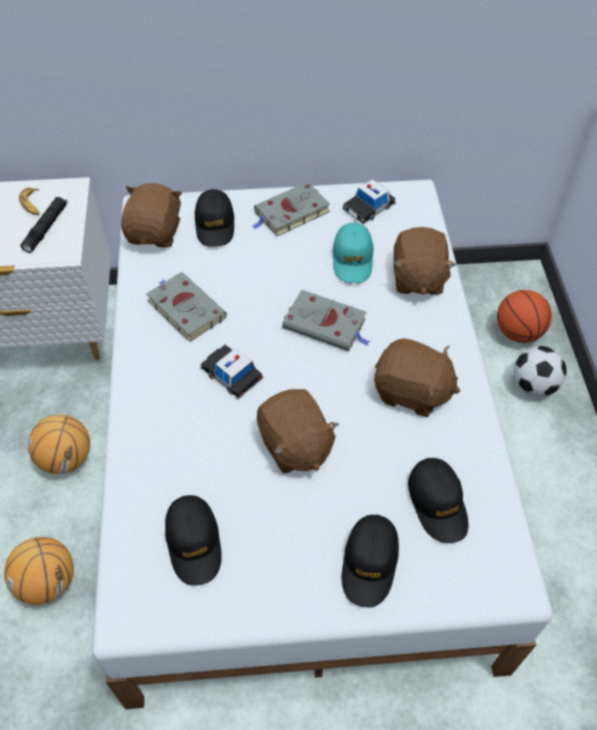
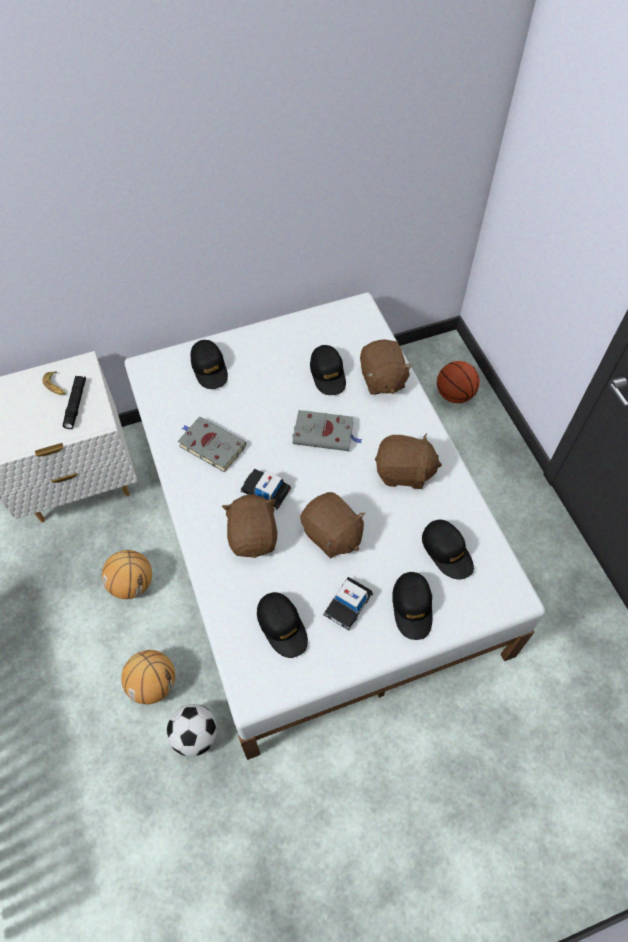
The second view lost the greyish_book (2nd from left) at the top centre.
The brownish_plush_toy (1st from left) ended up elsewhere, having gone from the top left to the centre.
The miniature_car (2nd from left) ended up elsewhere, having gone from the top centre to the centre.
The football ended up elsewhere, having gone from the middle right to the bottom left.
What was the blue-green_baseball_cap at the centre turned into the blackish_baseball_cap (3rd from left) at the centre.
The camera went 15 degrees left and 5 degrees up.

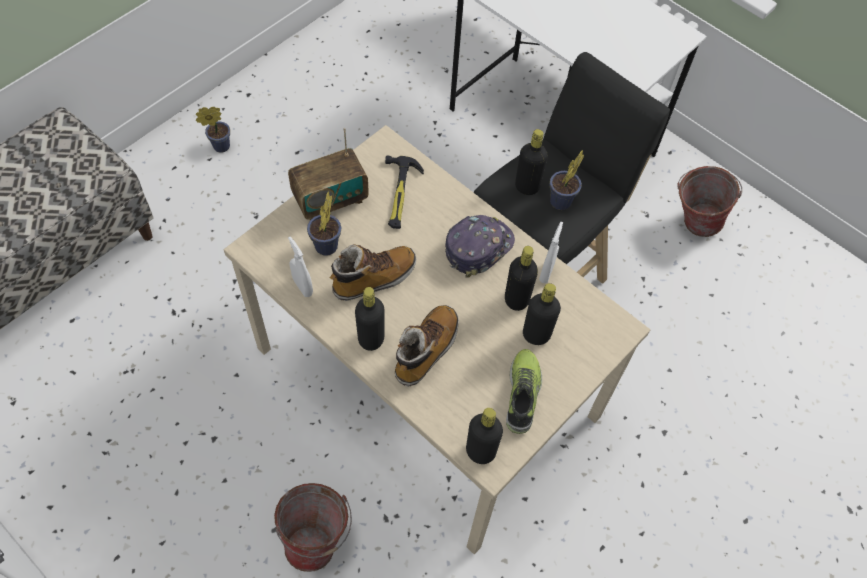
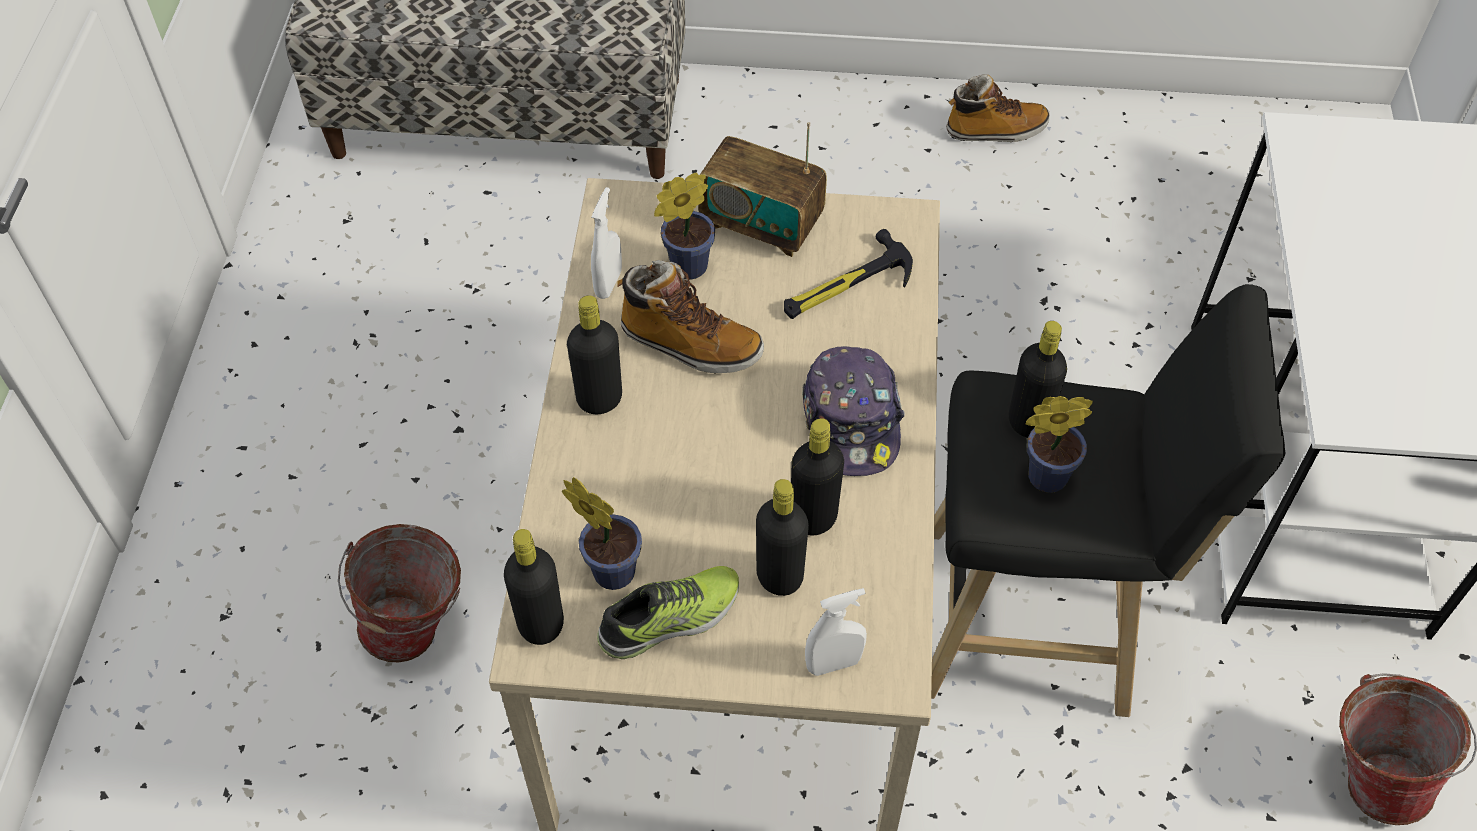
The plant_in_a_pot (1st from left) ended up elsewhere, having gone from the top left to the centre.
The tall_boot (2nd from left) ended up elsewhere, having gone from the centre to the top right.
The whitish_sprayer (2nd from left) ended up elsewhere, having gone from the centre to the bottom centre.
The baseball_cap at the centre ended up facing another way, 75 degrees clockwise from before.
The camera went 55 degrees right and 5 degrees down.

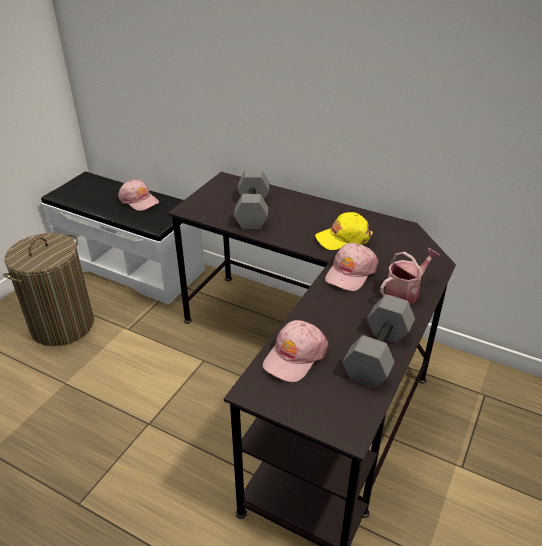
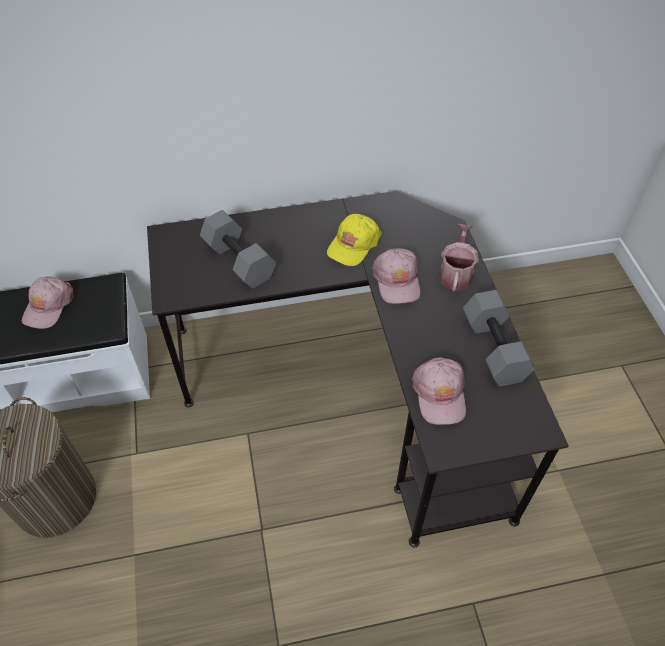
The pinkish_baseball_cap (1st from left) at the middle left ended up facing another way, 105 degrees clockwise from before.
The camera went 40 degrees left and 15 degrees up.

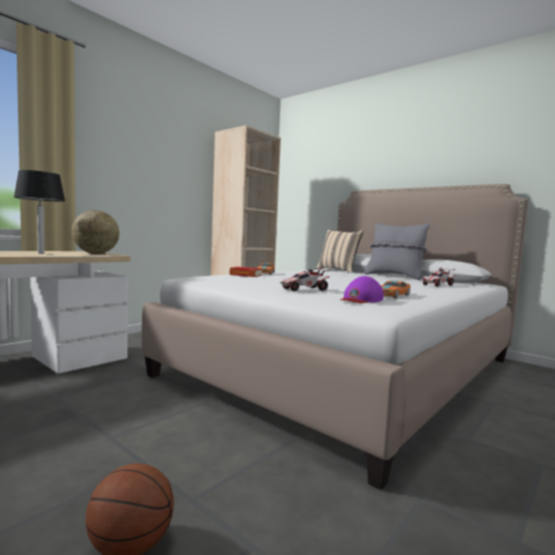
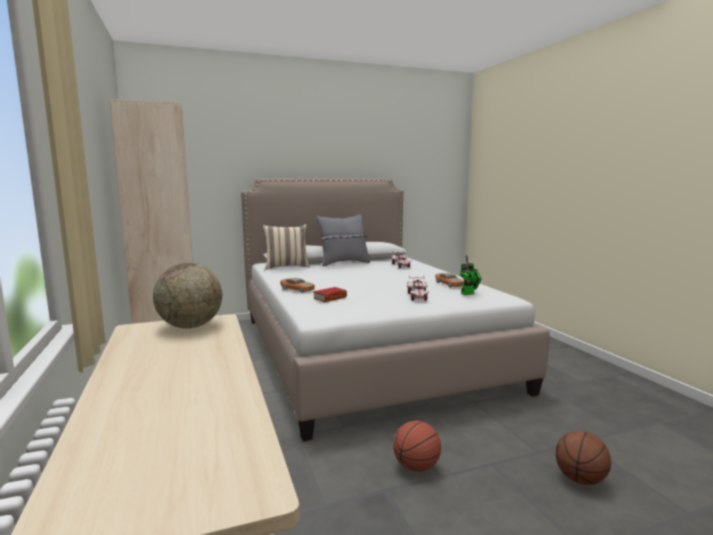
The second view lost the blackish_table_lamp at the middle left.
The second view gained the basketball (1st from left) at the bottom centre.
Where the purple-coloured_baseball_cap stood at the centre, the robot_figure came to stand at the centre.
The camera went 60 degrees left and 5 degrees up.

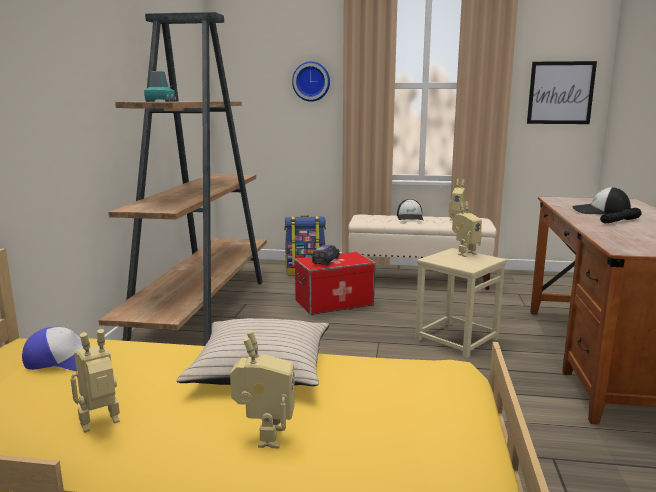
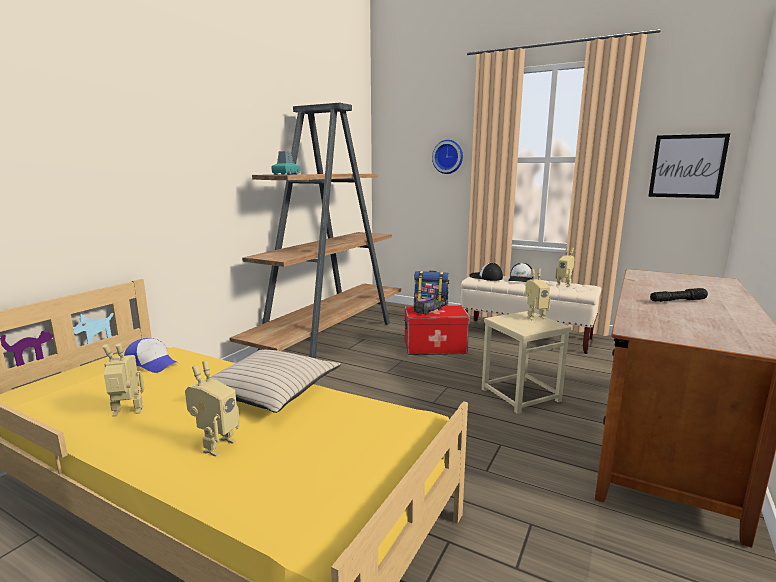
The baseball_cap (3rd from left in the first image) ended up elsewhere, having gone from the middle right to the centre.
The camera went 20 degrees right and 0 degrees up.

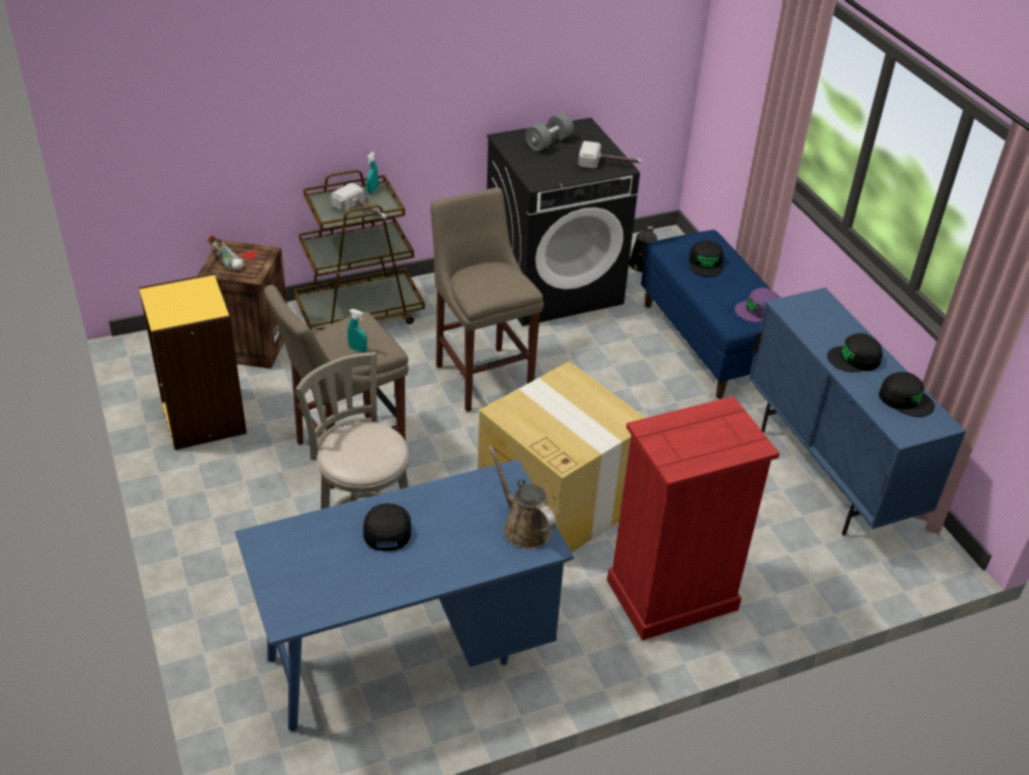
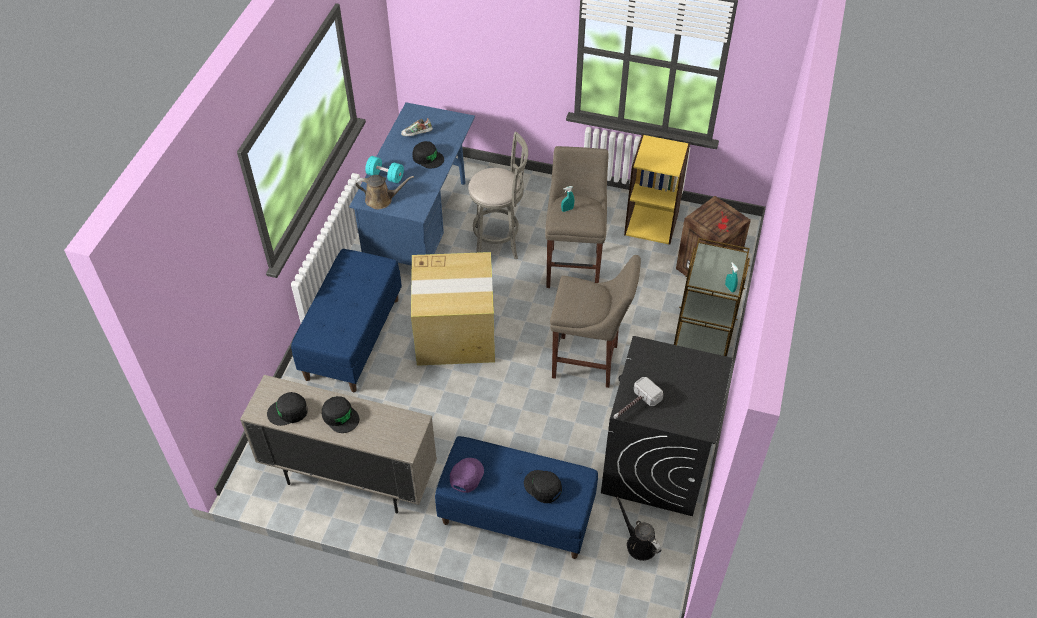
The second view lost the hammer (1st from left) at the top centre.
The second view lost the greyish_free_weight at the top centre.
The second view gained the blue-green_free_weight at the top centre.
The item_of_footwear ended up elsewhere, having gone from the top left to the top centre.
Where the red-coloured_dresser stood at the bottom right, the bluish_indoor_bench (1st from left) came to stand at the centre.
What was the bluish_cupboard at the middle right turned into the beige_cupboard at the bottom left.
The blackish_baseball_cap (3rd from left in the first image) at the middle right ended up facing another way, 105 degrees clockwise from before.
The camera went 130 degrees right and 10 degrees up.

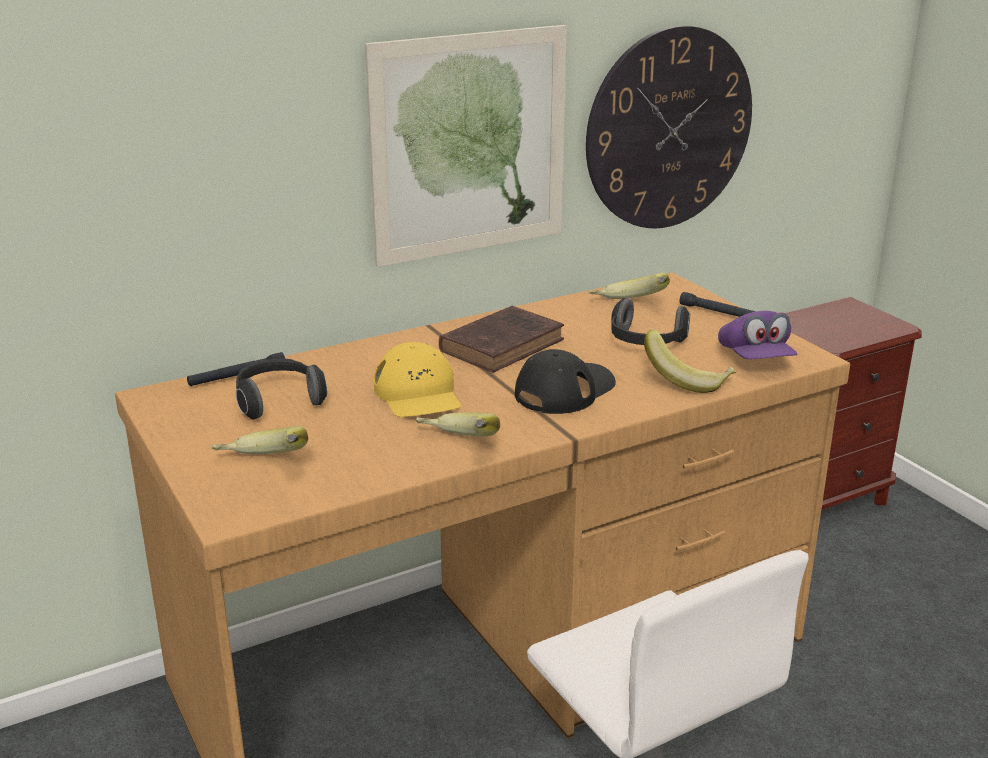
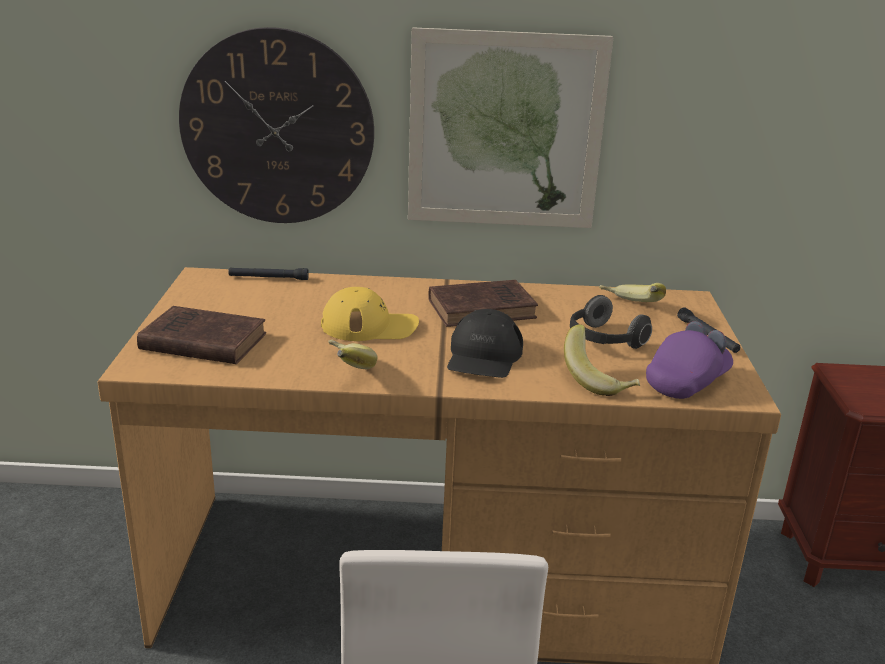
The second view lost the pair_of_headphones (1st from left) at the middle left.
The hanging_clock ended up elsewhere, having gone from the top right to the top left.
Where the banana_fruit (1st from left) stood at the middle left, the brownish_book (1st from left) came to stand at the middle left.
The yellow-coloured_baseball_cap at the centre ended up facing another way, 105 degrees counterclockwise from before.
The blackish_baseball_cap at the centre ended up facing another way, 120 degrees clockwise from before.
The purple-coloured_baseball_cap at the middle right ended up facing another way, 150 degrees counterclockwise from before.
The camera went 30 degrees right and 0 degrees up.

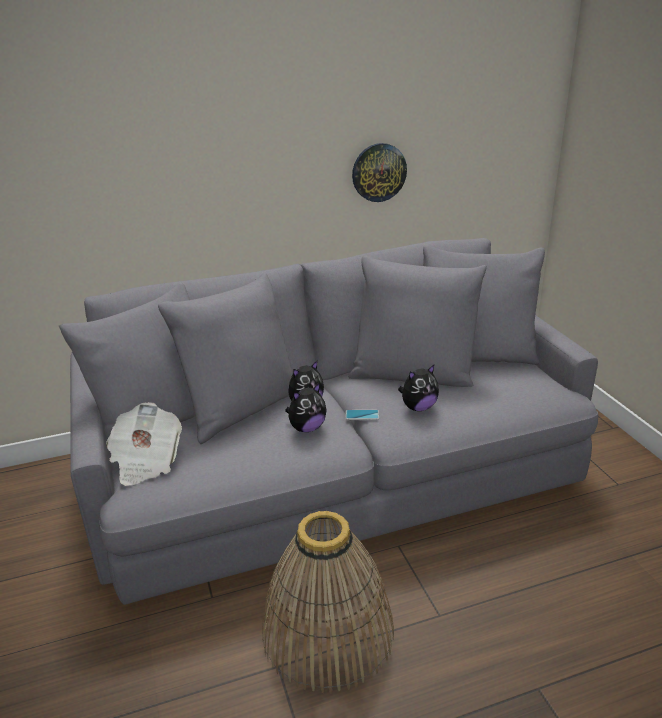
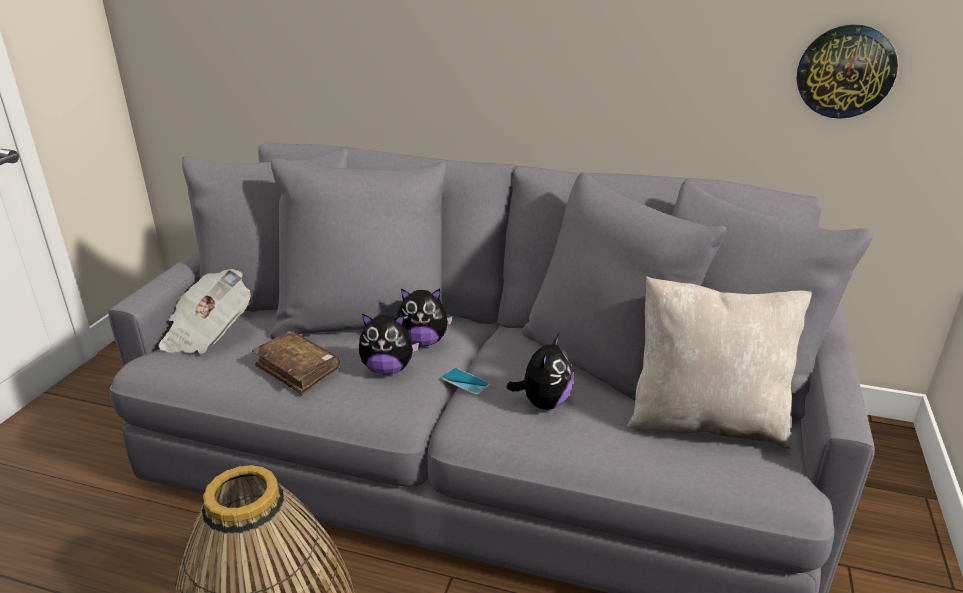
The second view gained the brownish_book at the middle left.
The second view gained the beige_pillow at the middle right.
The hanging_clock ended up elsewhere, having gone from the top centre to the top right.
The plush_toy (3rd from left) at the centre ended up facing another way, 75 degrees counterclockwise from before.
The camera went 35 degrees right and 0 degrees up.

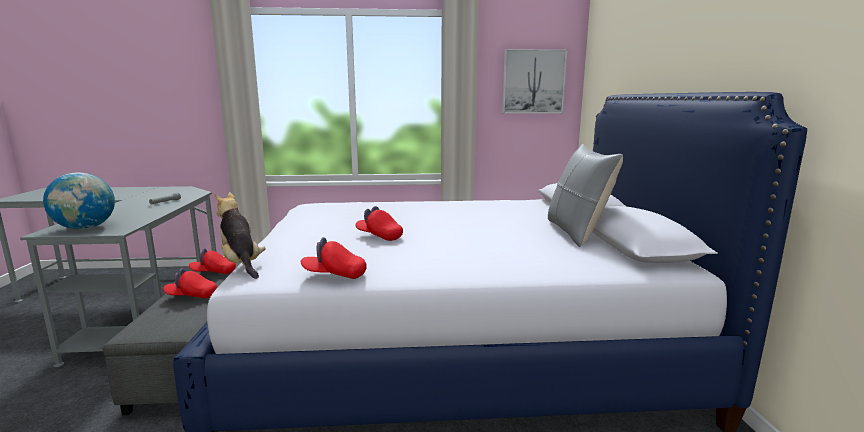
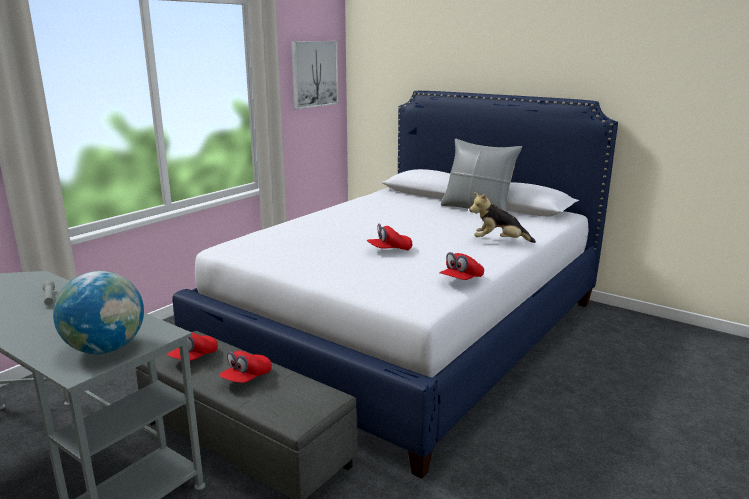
The plush_toy ended up elsewhere, having gone from the middle left to the middle right.
The camera went 50 degrees left and 5 degrees up.

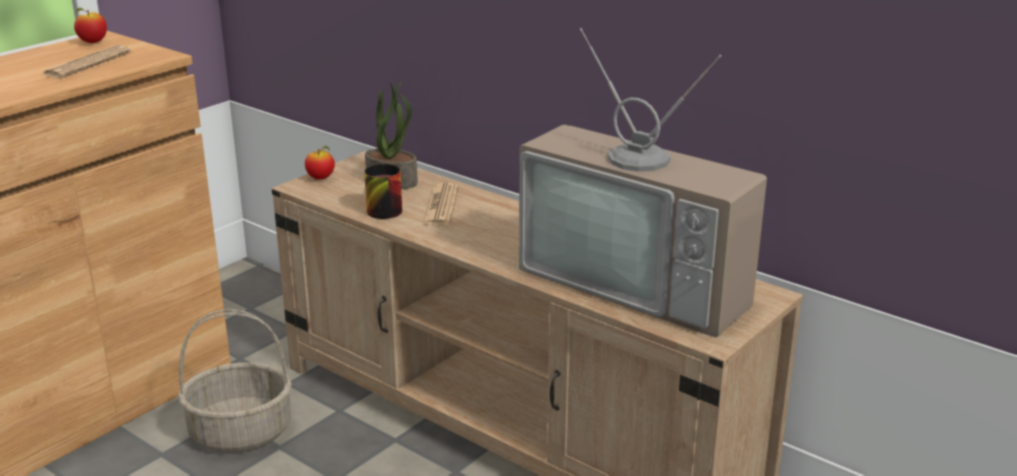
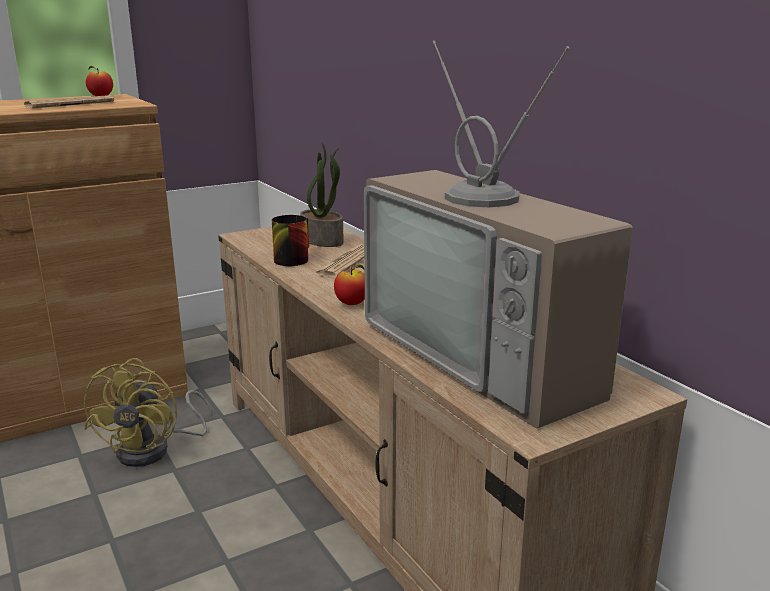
The apple (2nd from left) ended up elsewhere, having gone from the middle left to the centre.
Where the storage_basket stood at the bottom left, the yellow-coloured_electric_fan came to stand at the bottom left.
The camera went 20 degrees right and 5 degrees down.

